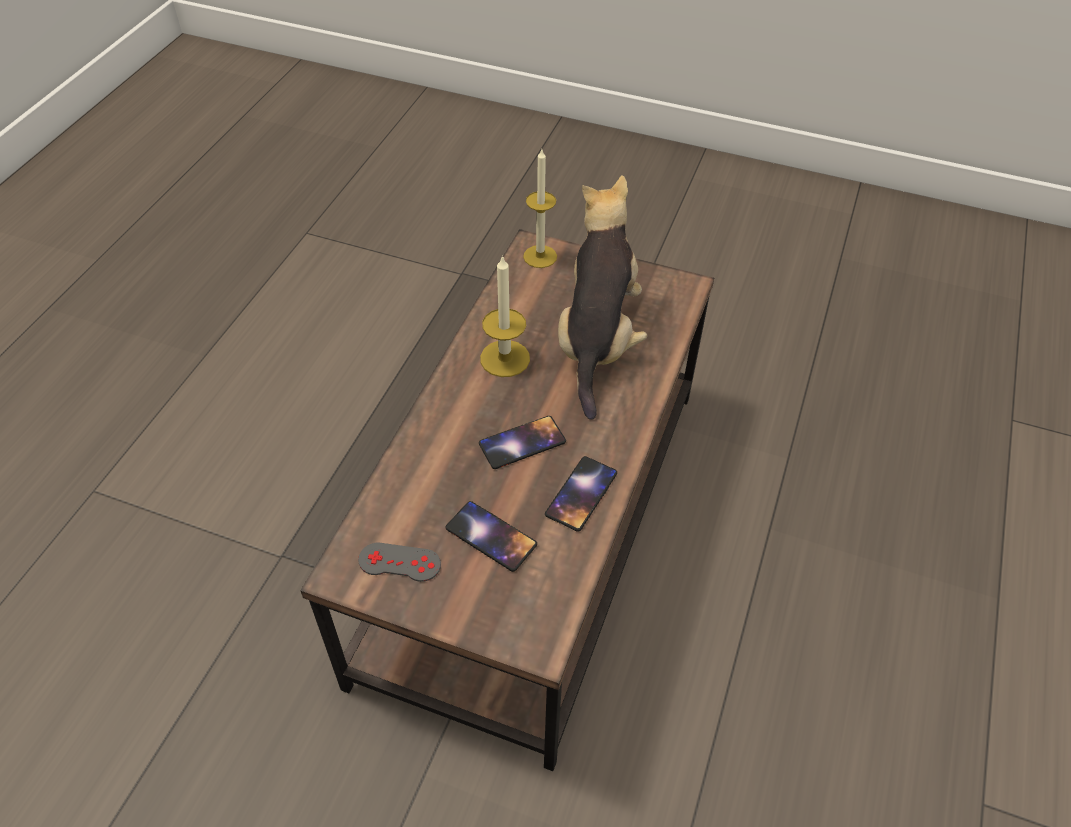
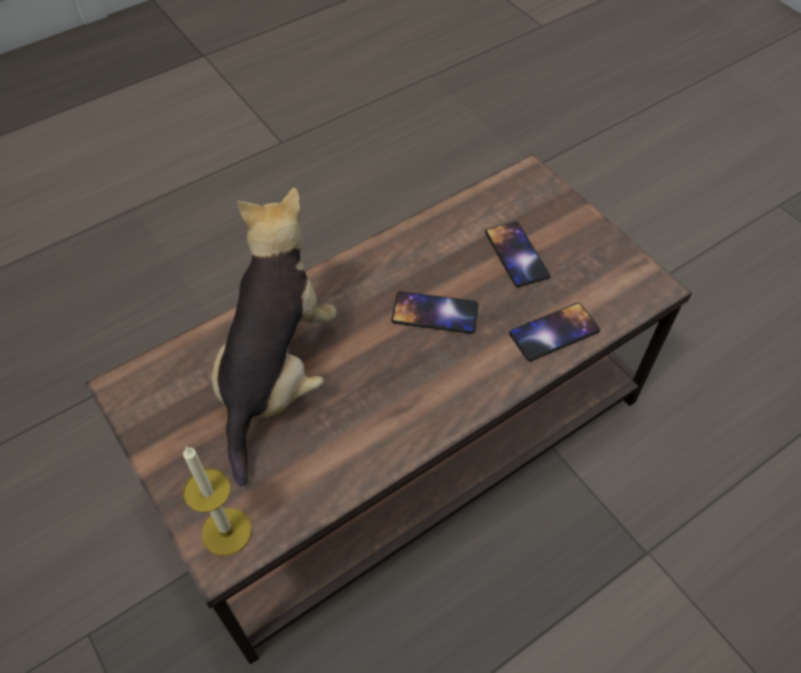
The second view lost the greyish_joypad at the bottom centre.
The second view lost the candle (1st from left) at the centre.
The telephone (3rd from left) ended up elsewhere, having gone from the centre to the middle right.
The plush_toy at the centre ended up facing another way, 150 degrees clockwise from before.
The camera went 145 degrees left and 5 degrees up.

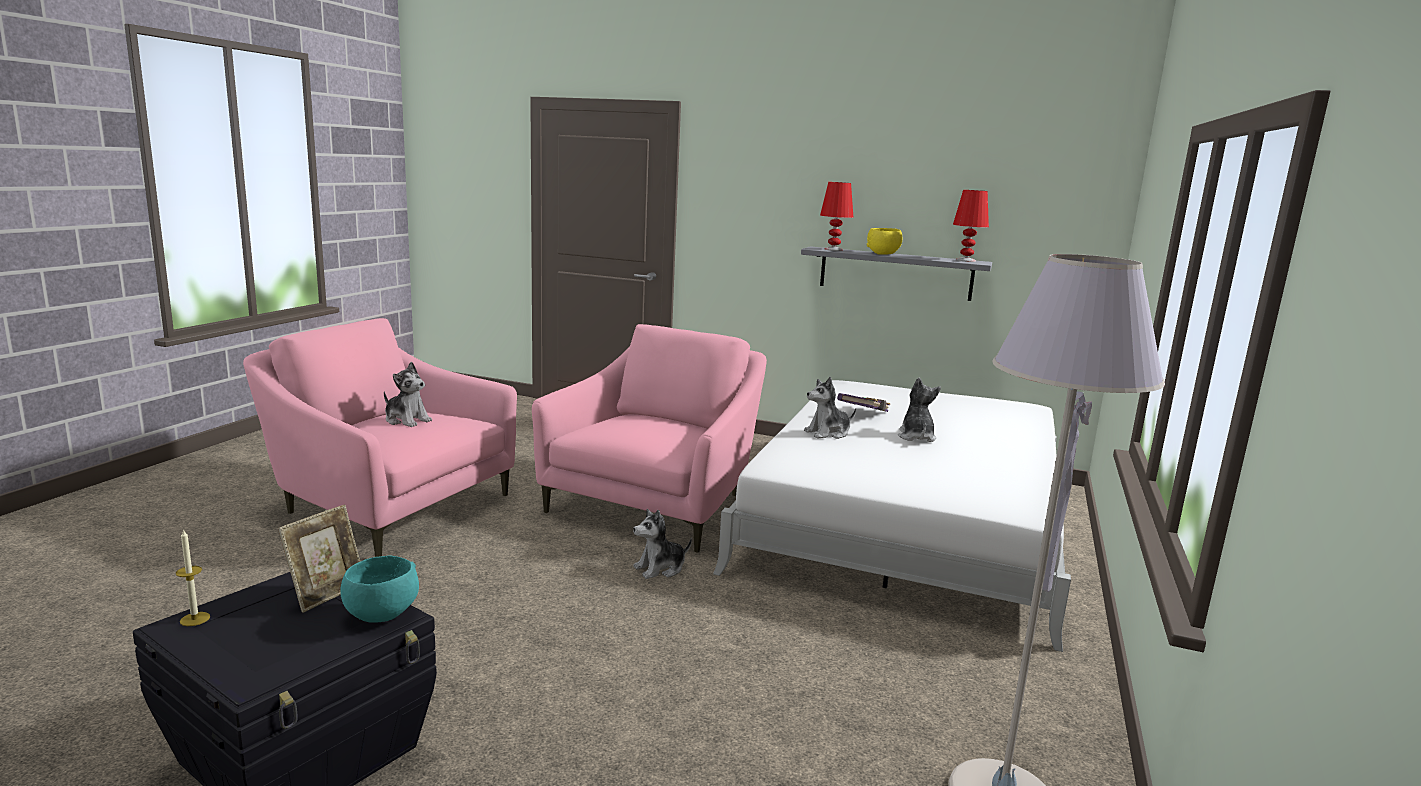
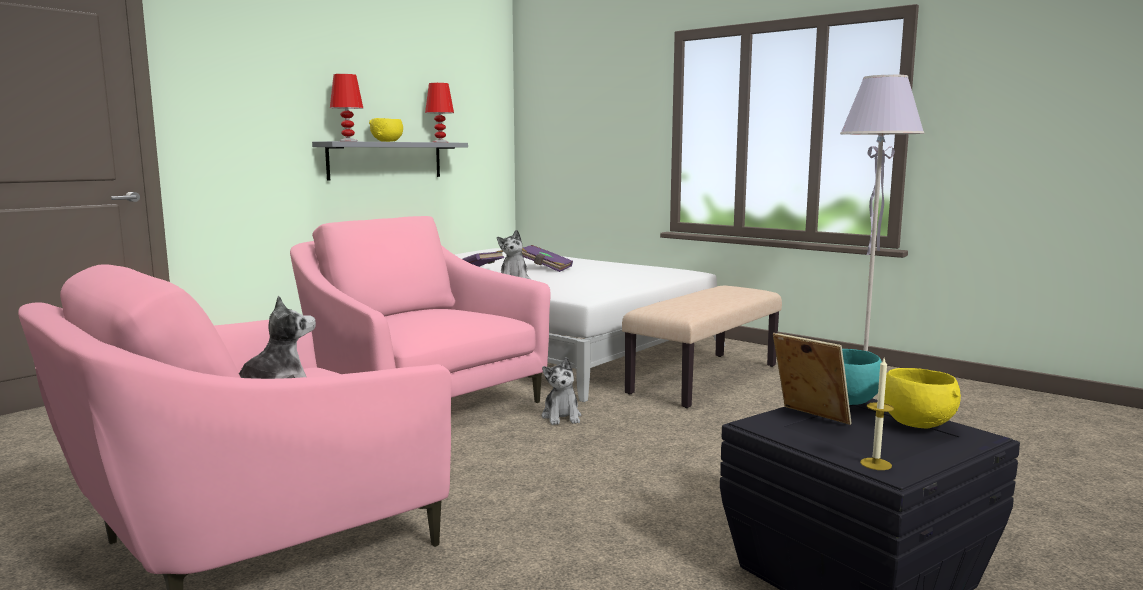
The second view gained the beige_indoor_bench at the centre.
The second view gained the yellow-coloured_deep_dish (2nd from left) at the bottom right.
Where the plush_toy (4th from left) stood at the centre, the purple-coloured_book (2nd from left) came to stand at the centre.
The camera went 70 degrees left and 5 degrees down.

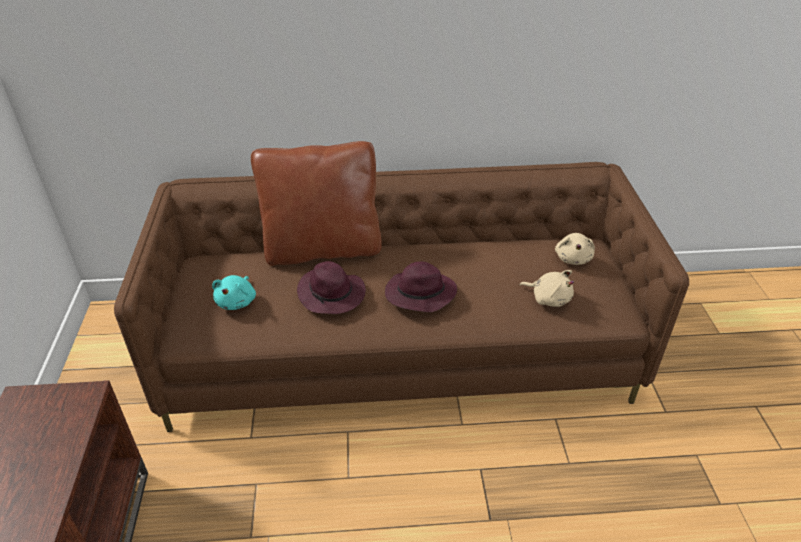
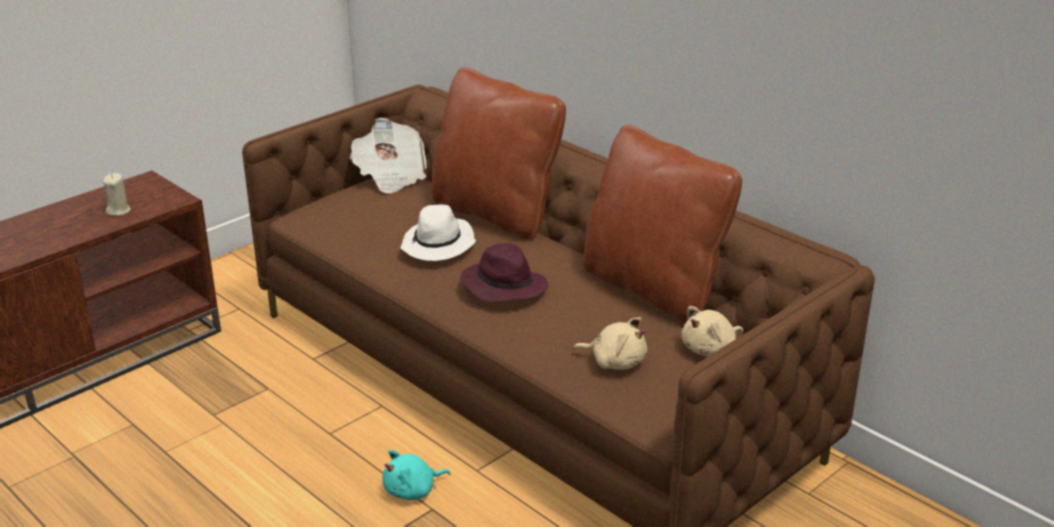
The second view gained the beige_candle at the middle left.
The second view gained the daily_paper at the top centre.
The second view gained the brownish_pillow (2nd from left) at the centre.
The blue-green_plush_toy ended up elsewhere, having gone from the middle left to the bottom centre.
What was the purple-coloured_clothing_hat (1st from left) at the centre turned into the whitish_clothing_hat at the centre.
The beige_plush_toy (1st from left) at the middle right ended up facing another way, 60 degrees counterclockwise from before.
The camera went 50 degrees right and 10 degrees down.

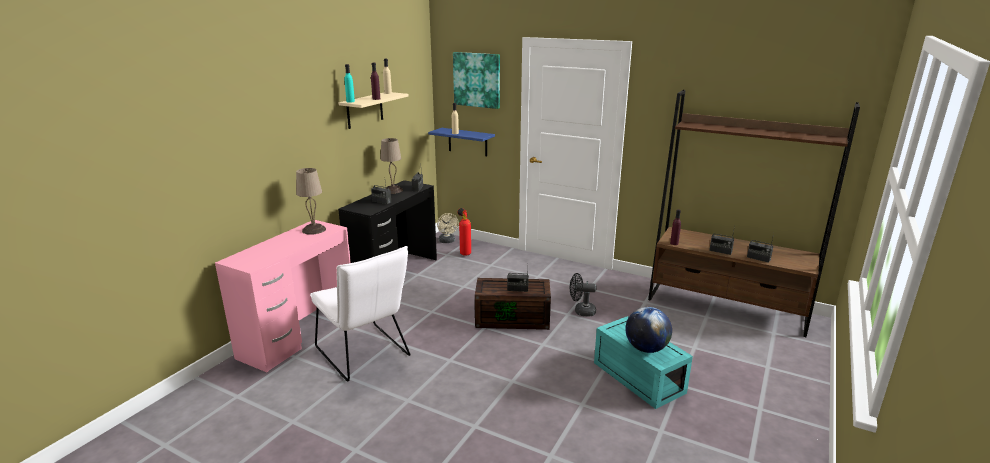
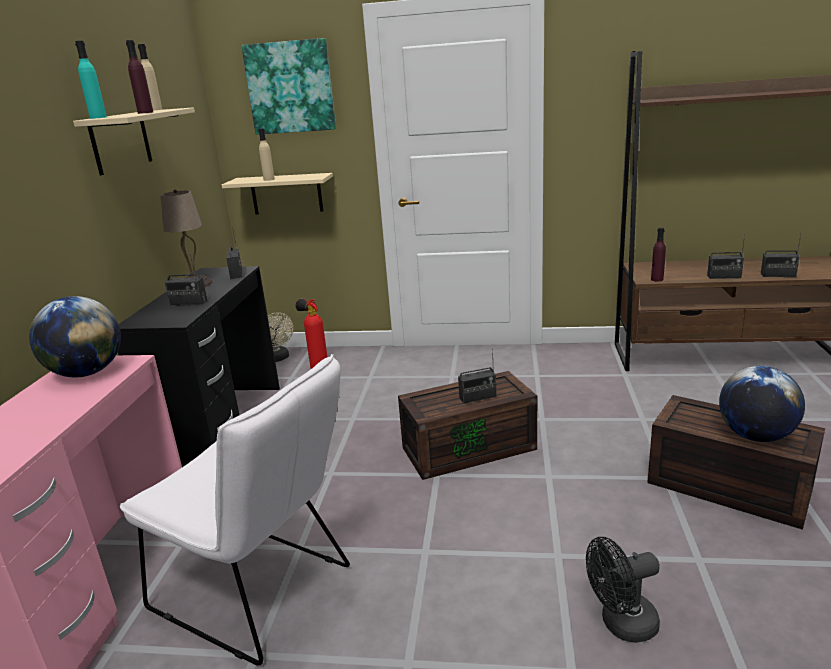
The blackish_electric_fan ended up elsewhere, having gone from the centre to the bottom right.
Where the beige_table_lamp (1st from left) stood at the middle left, the desk_globe (1st from left) came to stand at the middle left.
What was the bluish_shelf at the top centre turned into the beige_shelf (2nd from left) at the top centre.
What was the blue-green_storage_container at the bottom centre turned into the brownish_storage_container (2nd from left) at the bottom right.
The camera went 20 degrees left and 0 degrees up.

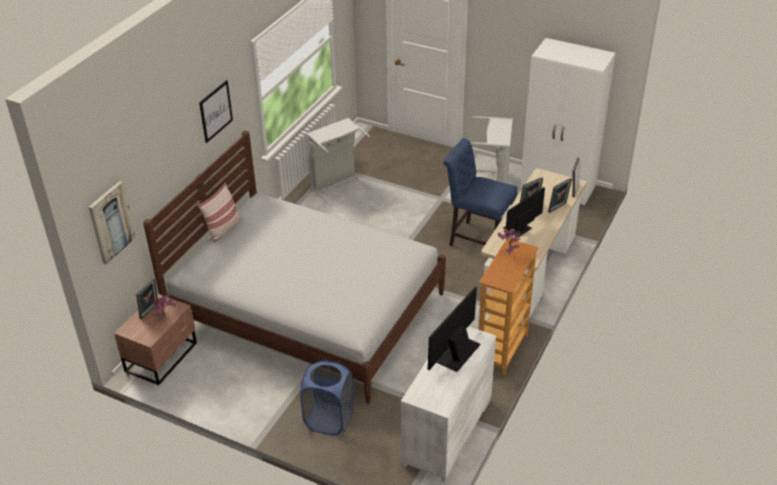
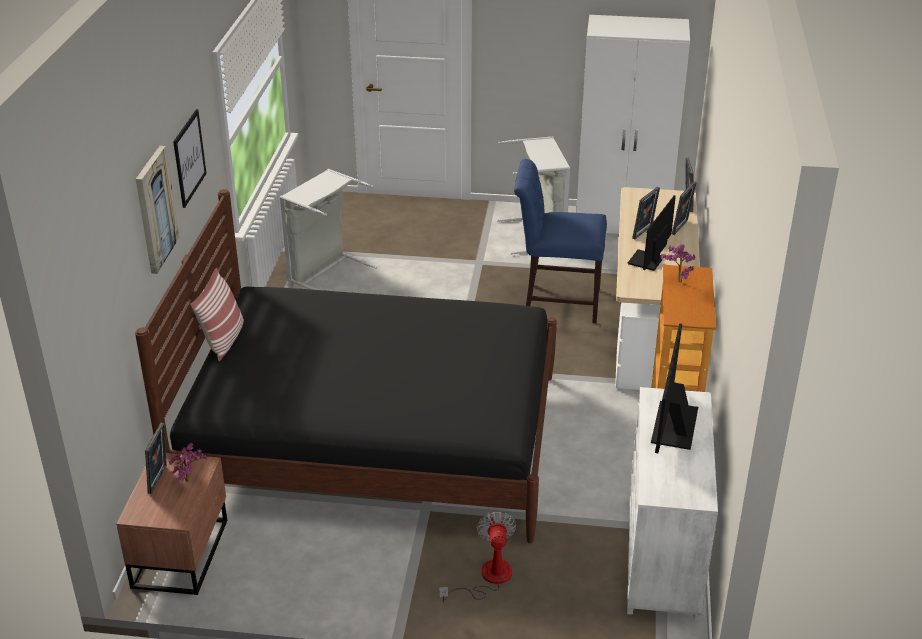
The wall_art (1st from left) ended up elsewhere, having gone from the middle left to the top left.
Where the bluish_washing_basket stood at the bottom centre, the electric_fan came to stand at the bottom centre.
What was the whitish_sleeping_bed at the centre turned into the blackish_sleeping_bed at the centre.
The camera went 20 degrees left and 5 degrees down.

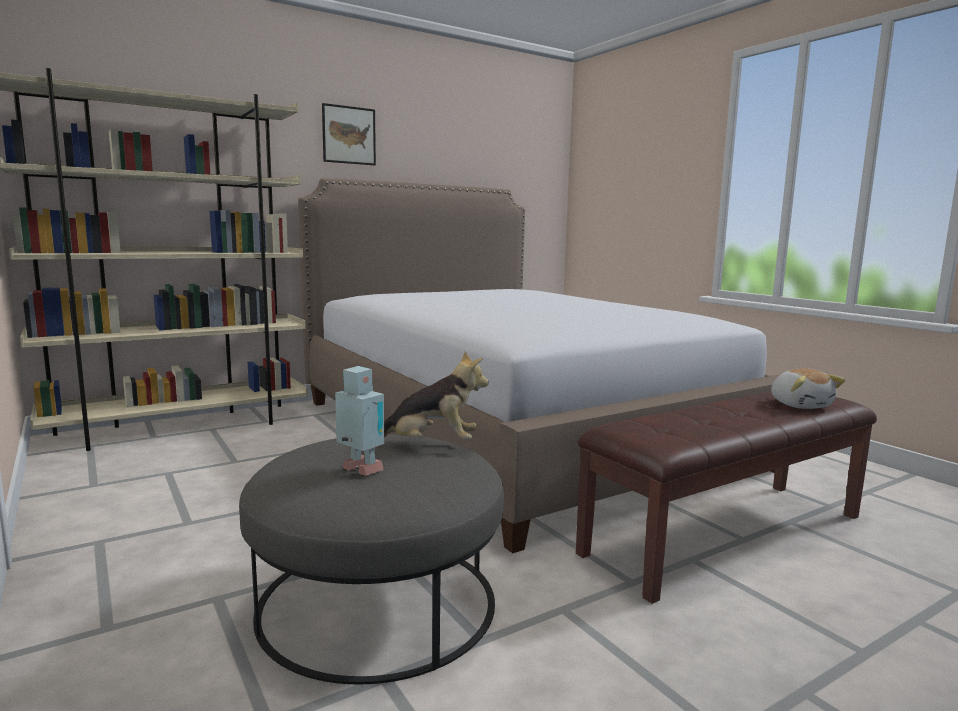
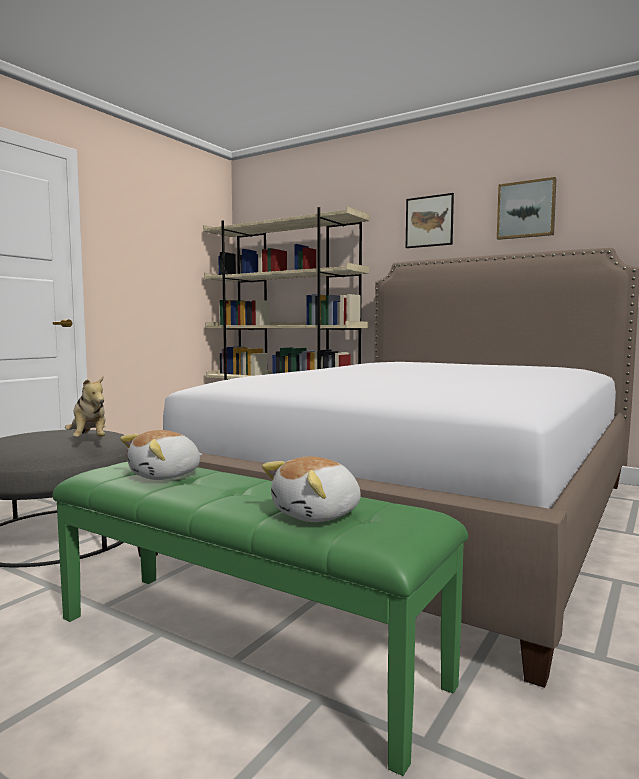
The second view lost the robot_figure at the centre.
The second view gained the plush_toy (2nd from left) at the middle left.
The second view gained the wall_art (2nd from left) at the top right.
What was the brownish_indoor_bench at the bottom right turned into the greenish_indoor_bench at the bottom centre.
The camera went 65 degrees right and 5 degrees down.

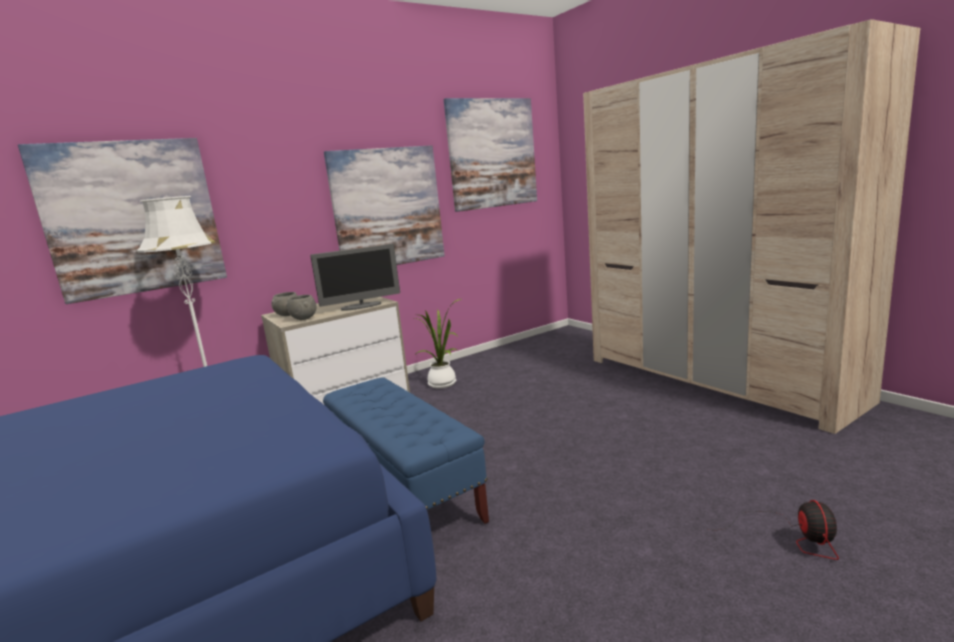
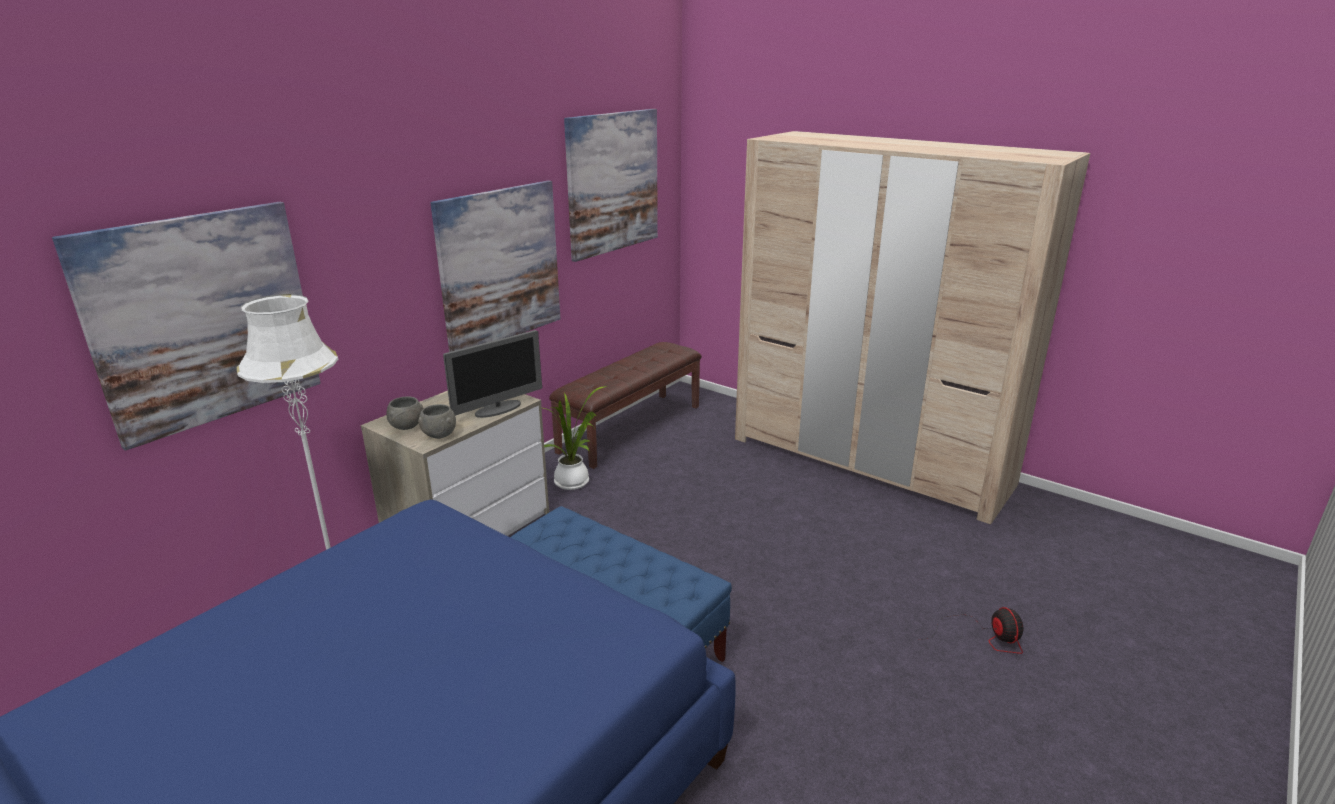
The second view gained the brownish_indoor_bench at the centre.
The camera went 20 degrees left and 10 degrees up.

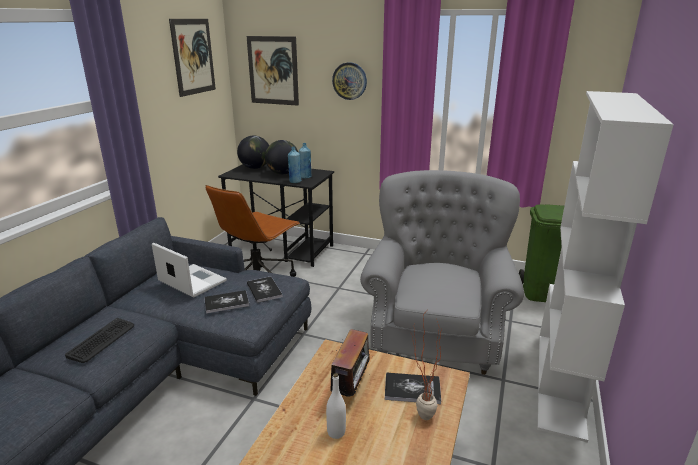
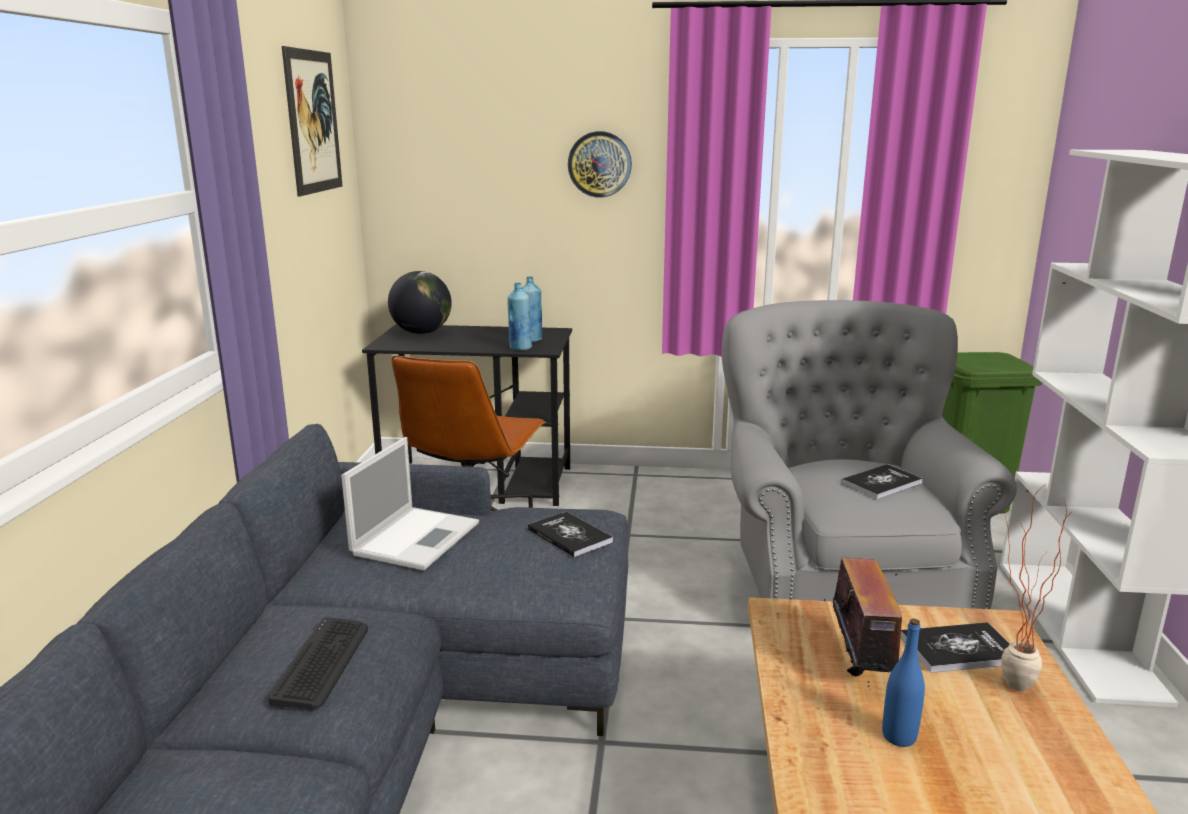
The second view lost the wall_art (2nd from left) at the top centre.
The second view lost the desk_globe (2nd from left) at the centre.
The book (1st from left in the first image) ended up elsewhere, having gone from the middle left to the middle right.
What was the whitish_drink_bottle at the bottom centre turned into the bluish_drink_bottle (3rd from left) at the bottom right.
The portable_computer at the middle left ended up facing another way, 90 degrees clockwise from before.
The camera went 15 degrees left and 5 degrees down.

